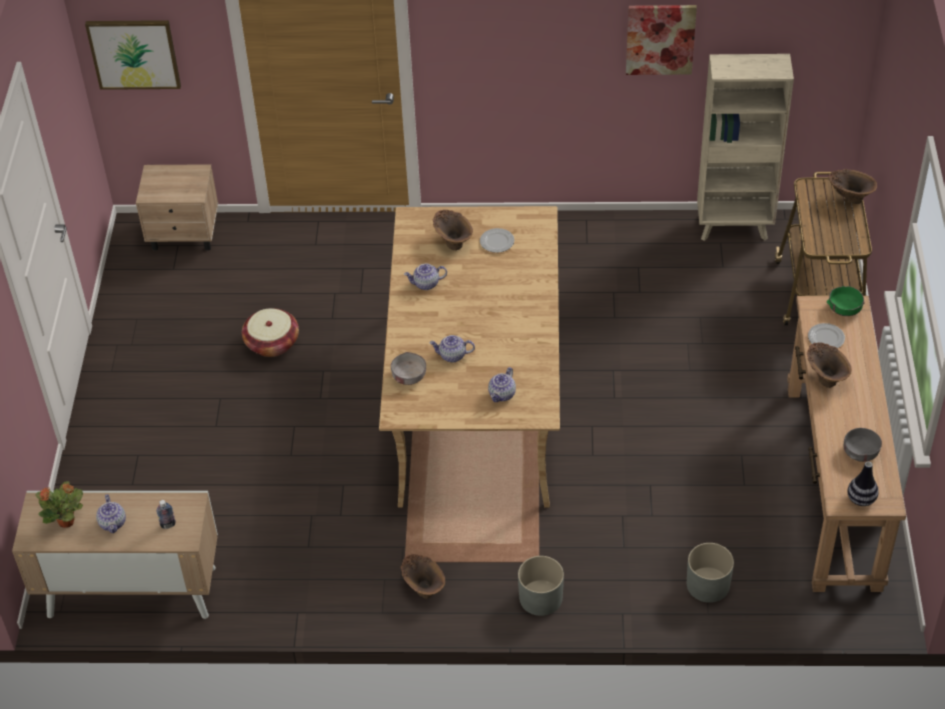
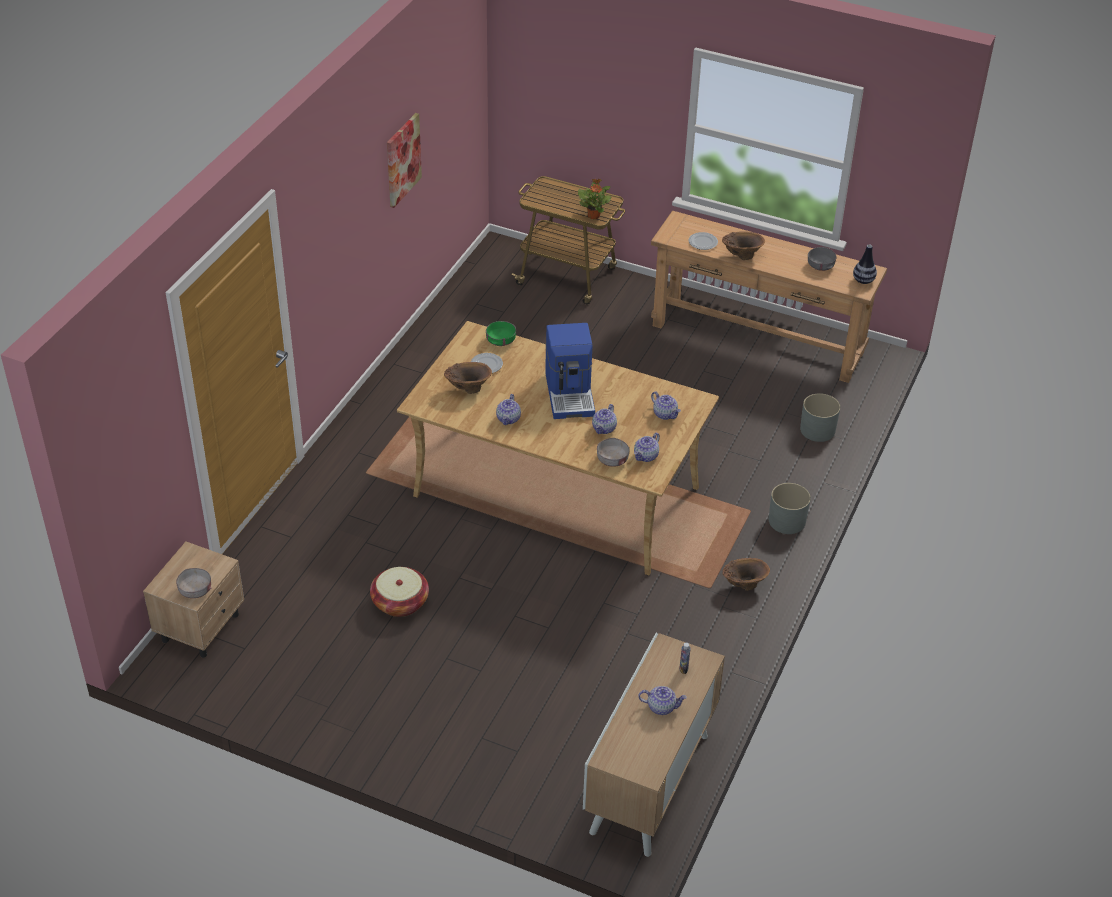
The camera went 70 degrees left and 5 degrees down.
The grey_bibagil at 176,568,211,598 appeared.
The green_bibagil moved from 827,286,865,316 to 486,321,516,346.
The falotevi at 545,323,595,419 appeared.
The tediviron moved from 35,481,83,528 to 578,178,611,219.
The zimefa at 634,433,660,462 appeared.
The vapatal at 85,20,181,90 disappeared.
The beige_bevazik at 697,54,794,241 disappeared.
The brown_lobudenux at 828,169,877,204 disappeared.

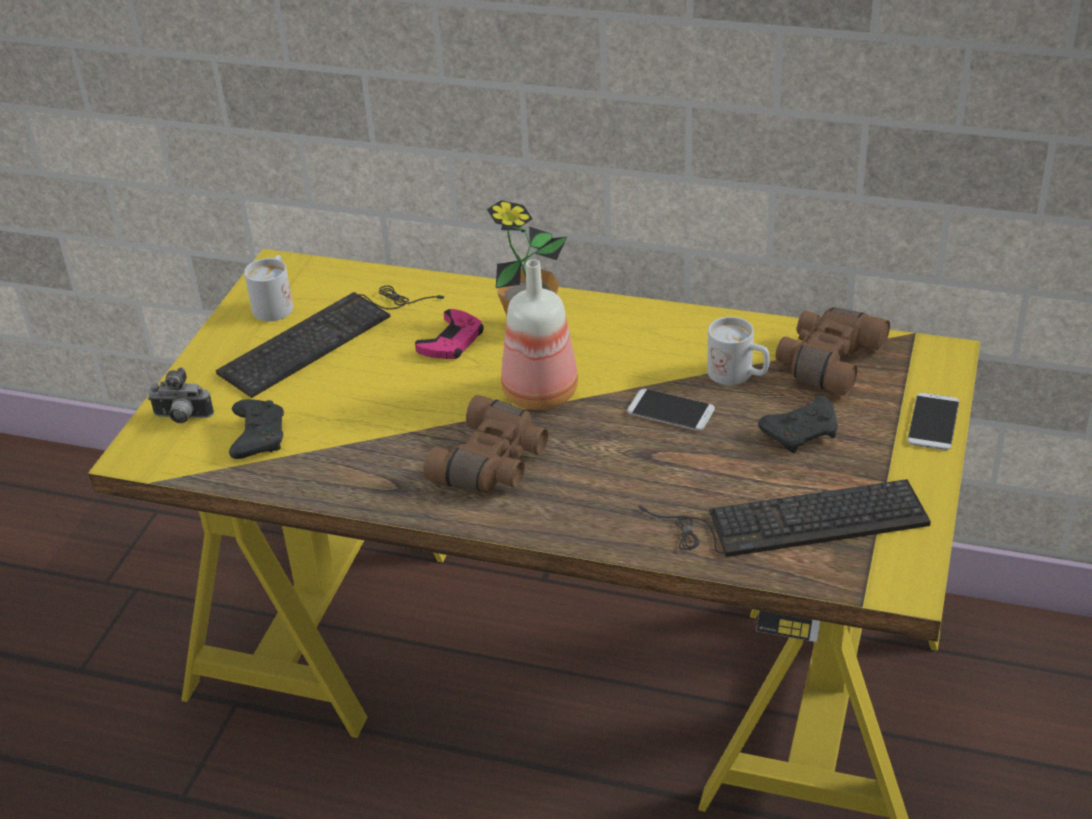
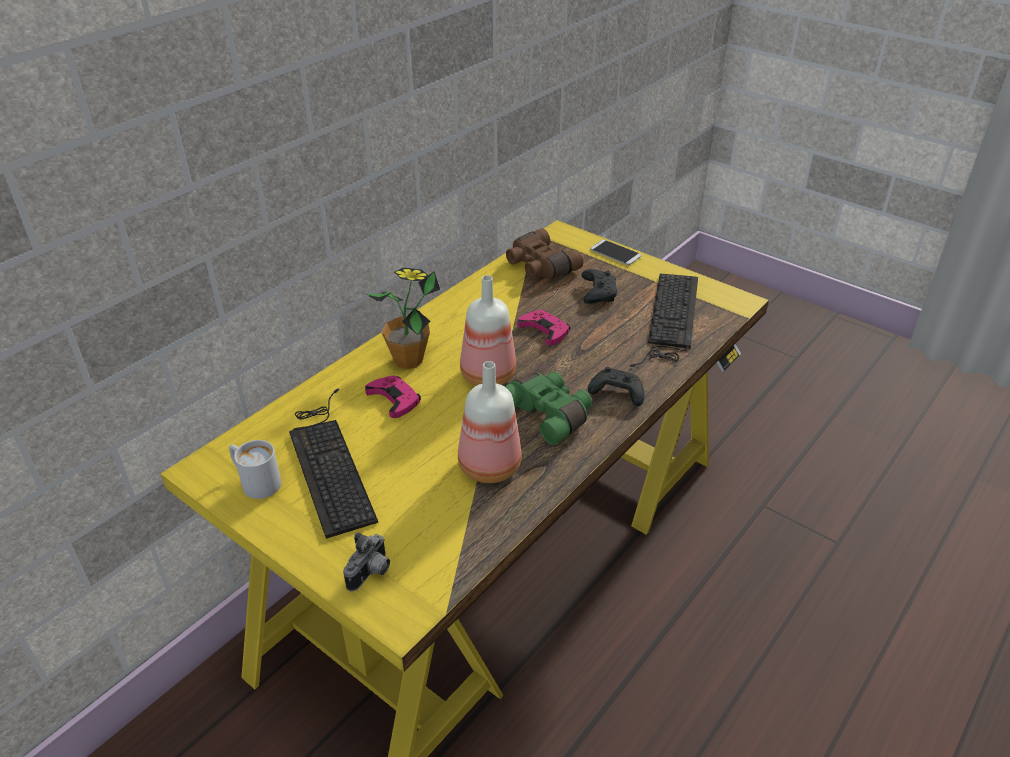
The camera went 70 degrees left and 0 degrees up.
The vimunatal at 458,361,522,483 appeared.
The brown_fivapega at 423,395,548,493 became the green_fivapega at 504,372,592,445.
The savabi at 627,389,715,431 was replaced by the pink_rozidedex at 518,310,570,345.
The black_rozidedex moved from 229,399,284,459 to 588,367,644,406.
The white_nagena at 707,317,770,385 disappeared.

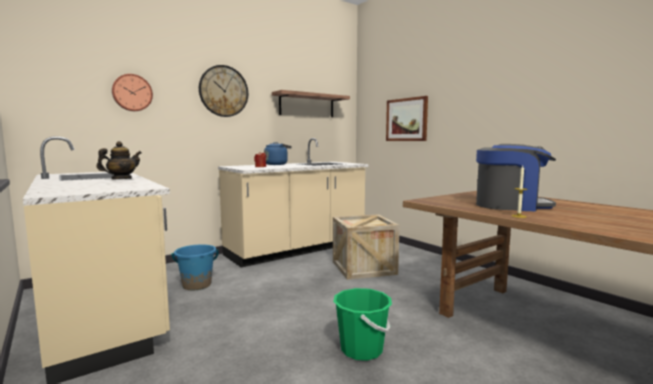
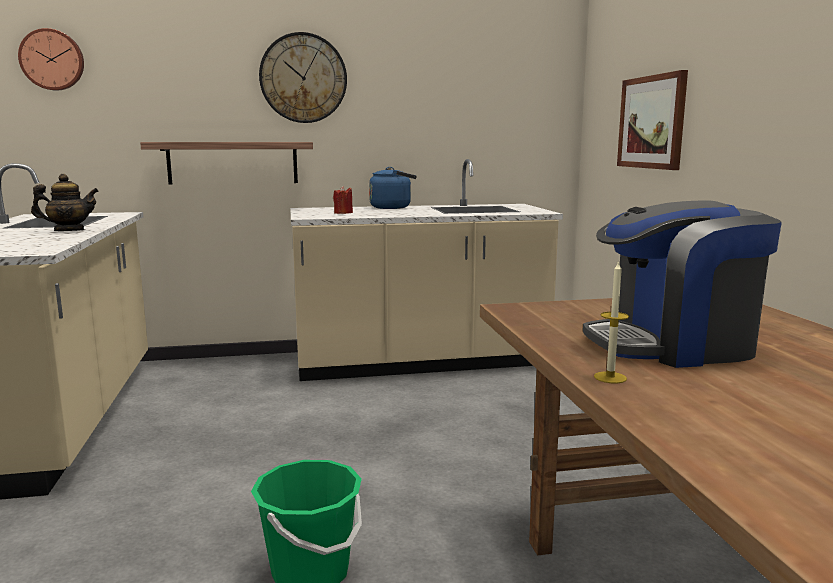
The camera went 25 degrees right and 5 degrees up.
The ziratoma moved from 112,74,153,111 to 18,28,84,91.
The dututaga moved from 272,90,350,117 to 140,142,313,185.
The falotevi at 476,144,556,211 turned 135 degrees clockwise.
The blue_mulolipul at 171,244,218,290 disappeared.
The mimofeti at 333,214,400,280 disappeared.

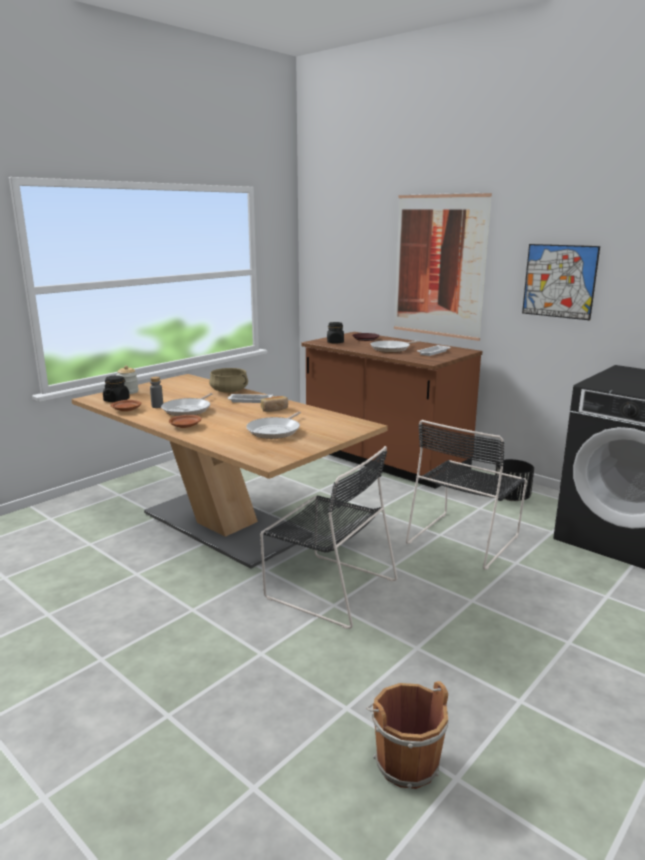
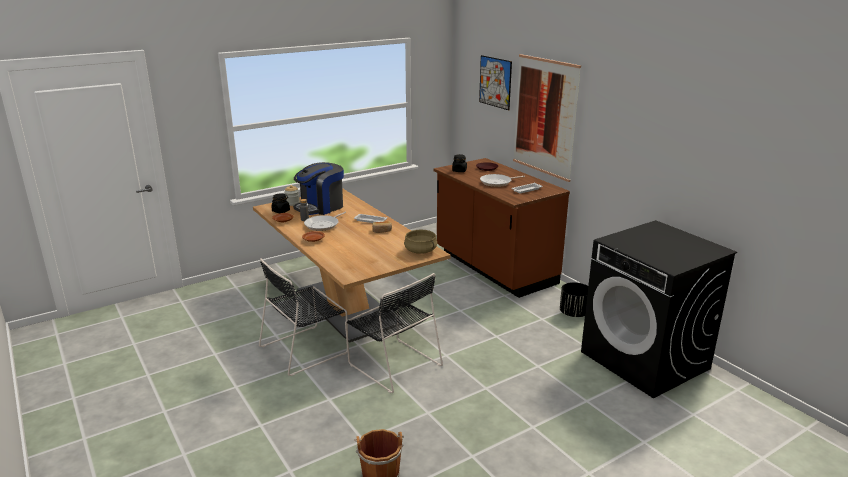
The camera went 15 degrees right and 5 degrees up.
The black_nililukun moved from 406,420,527,570 to 259,258,348,376.
The falotevi at 293,162,344,215 appeared.
The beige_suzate moved from 209,368,248,393 to 404,230,437,254.
The vapatal moved from 522,244,600,320 to 479,55,512,110.
The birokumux at 246,411,301,439 disappeared.

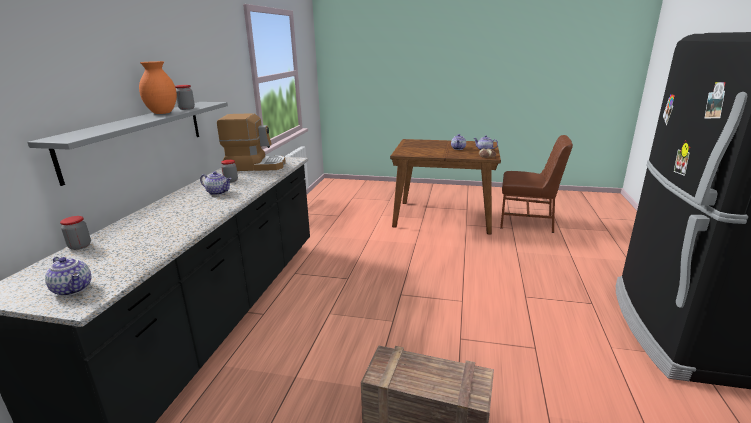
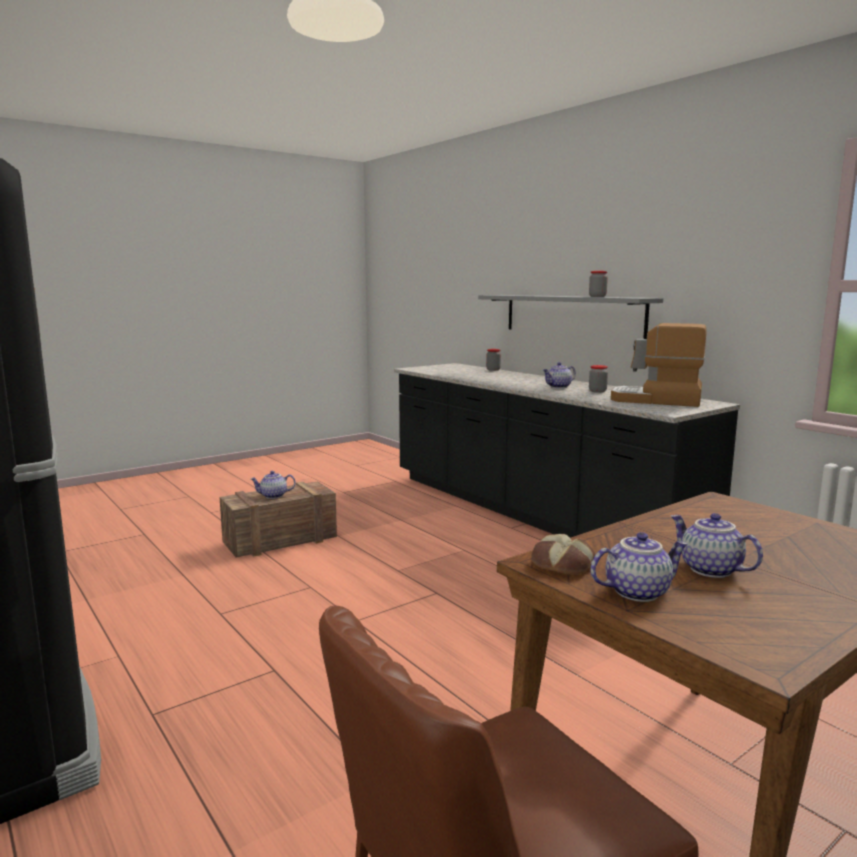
The camera went 130 degrees right and 10 degrees down.
The zimefa moved from 45,257,91,296 to 251,471,296,499.
The falotevi at 217,113,286,171 turned 75 degrees clockwise.
The orange_lobudenux at 139,61,177,114 disappeared.

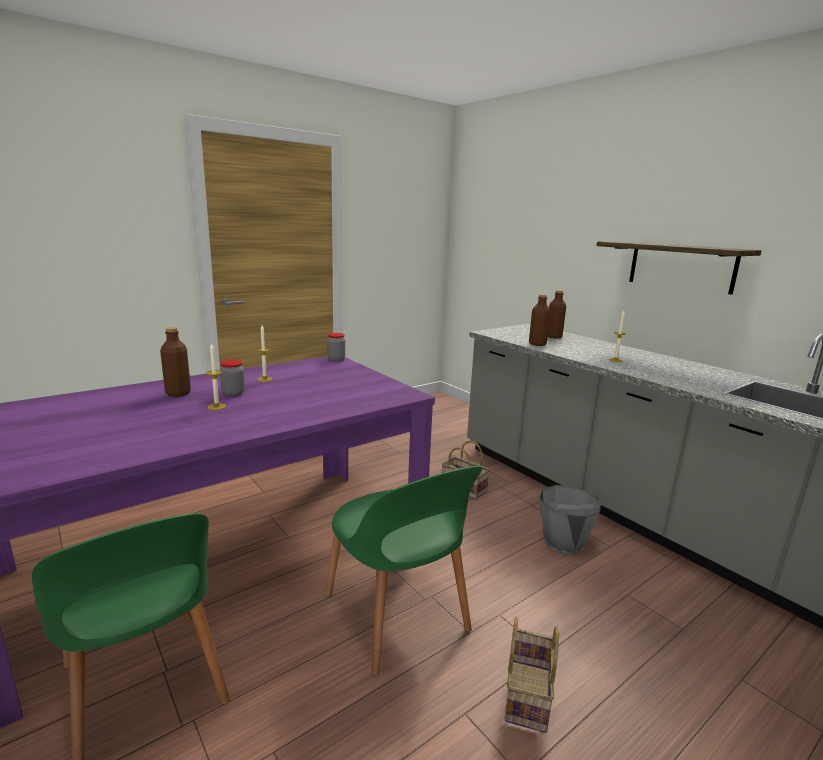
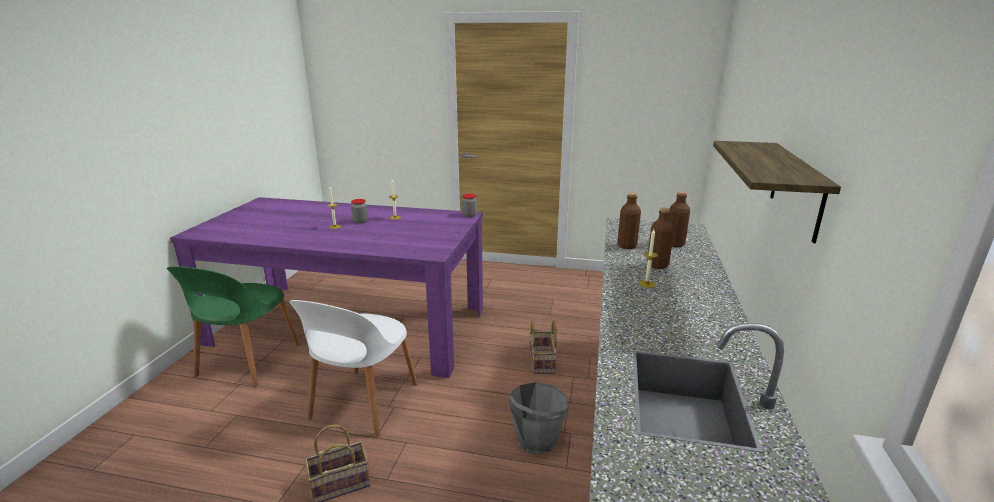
The camera went 50 degrees right and 5 degrees up.
The green_nililukun at 325,466,482,676 became the white_nililukun at 289,300,417,437.
The brown_vimunatal moved from 160,327,191,397 to 647,208,674,269.

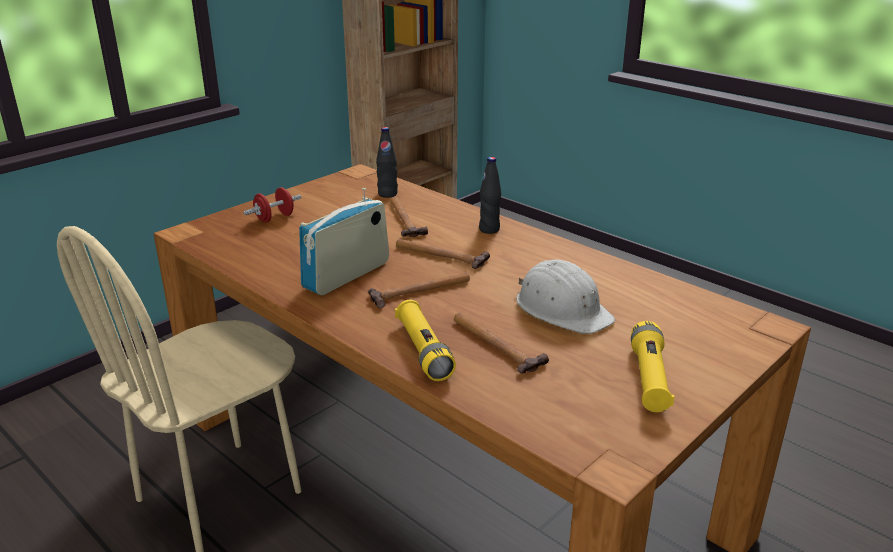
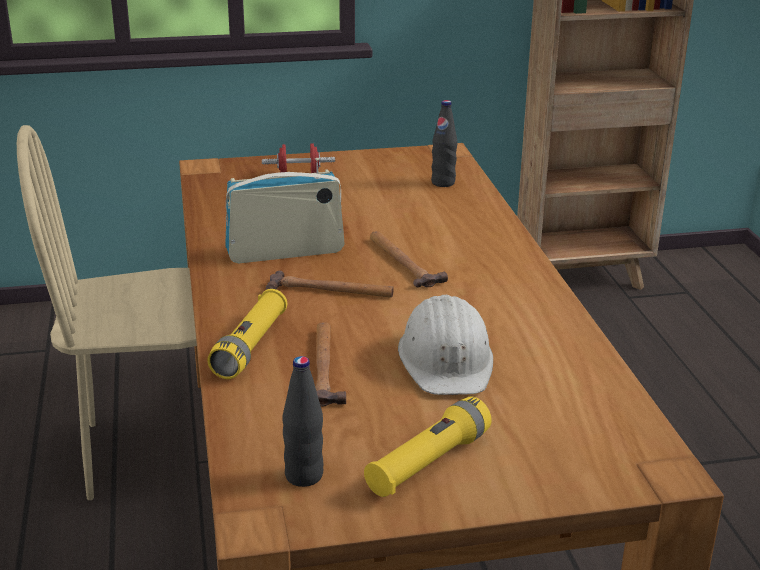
The camera went 35 degrees right and 0 degrees up.
The black_vimunatal moved from 479,157,501,234 to 282,356,323,487.
The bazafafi at 390,197,428,237 disappeared.

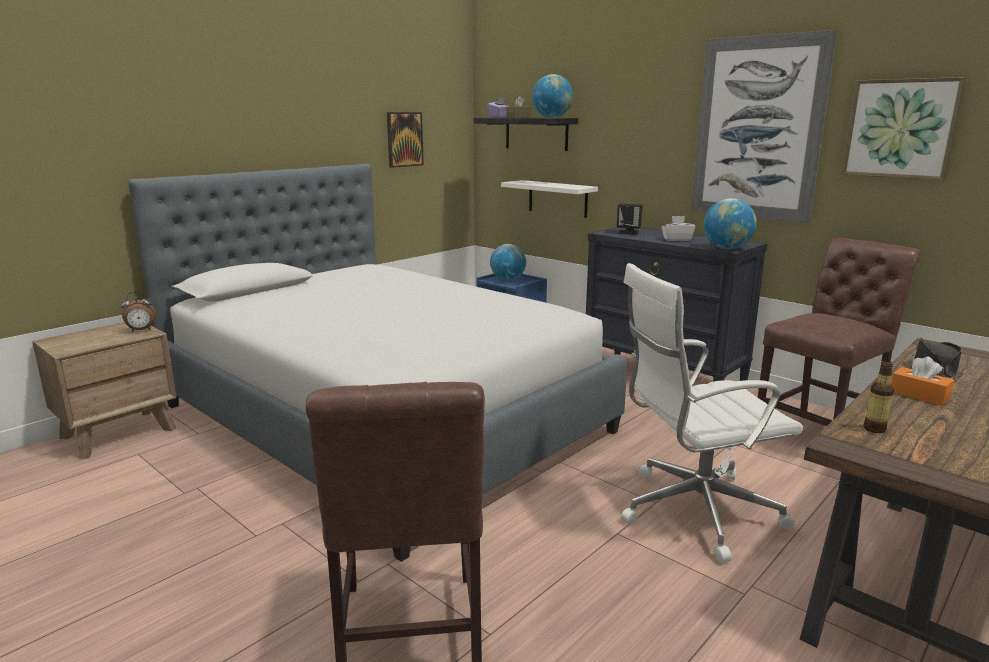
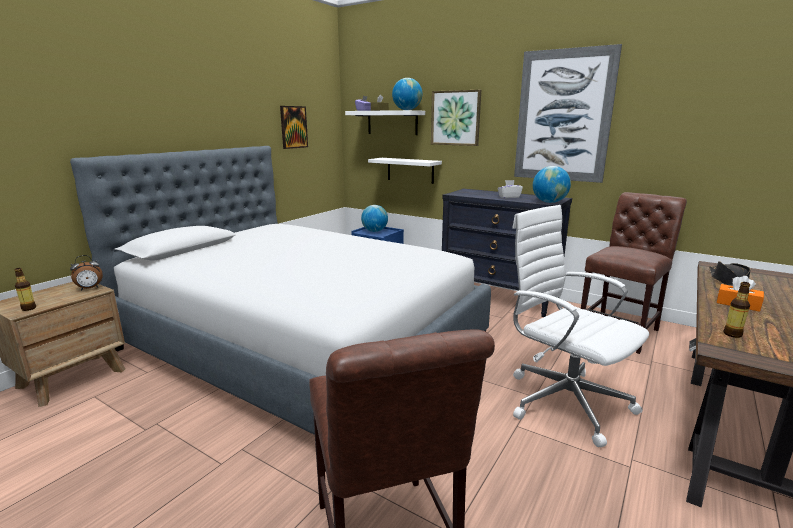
The camera went 10 degrees left and 0 degrees up.
The vimunatal at 15,268,36,311 appeared.
The black_dututaga at 474,118,578,151 became the white_dututaga at 345,110,425,135.
The vapatal moved from 842,77,966,180 to 431,90,481,146.
The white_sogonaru at 621,263,803,563 turned 75 degrees clockwise.
The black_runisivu at 617,204,643,234 disappeared.

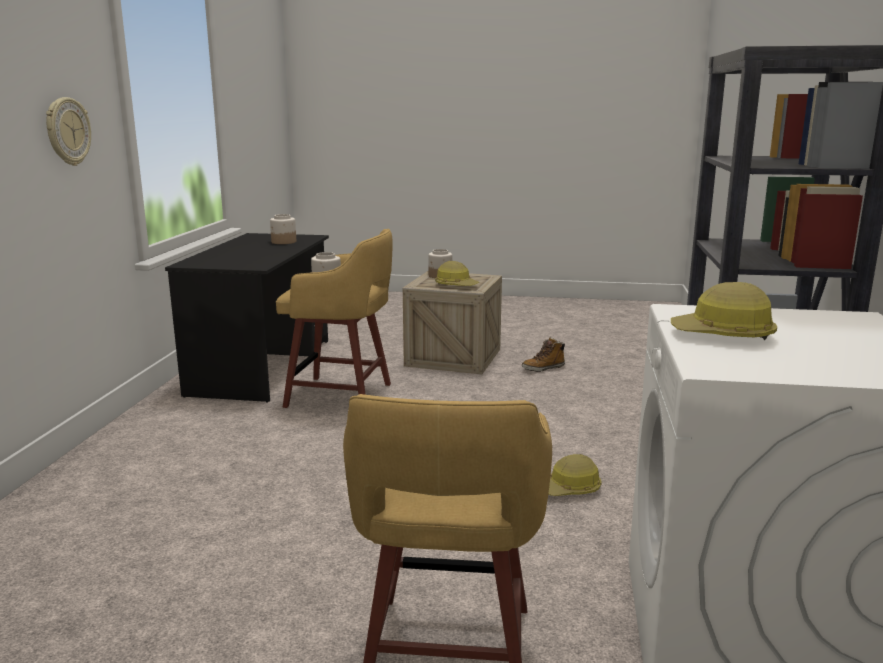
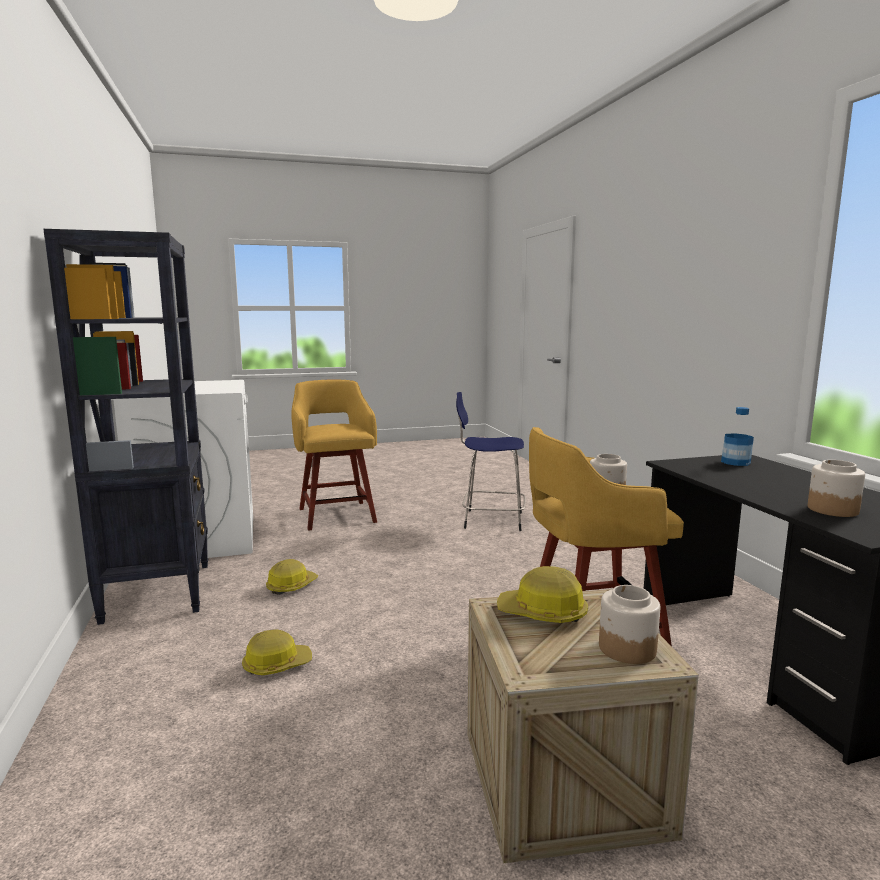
The camera went 155 degrees right and 5 degrees down.
The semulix moved from 671,282,777,340 to 242,629,312,675.
The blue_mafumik at 456,392,526,531 appeared.
The vimunatal at 721,407,754,466 appeared.
The ziratoma at 46,97,91,166 disappeared.
The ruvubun at 522,337,565,372 disappeared.

